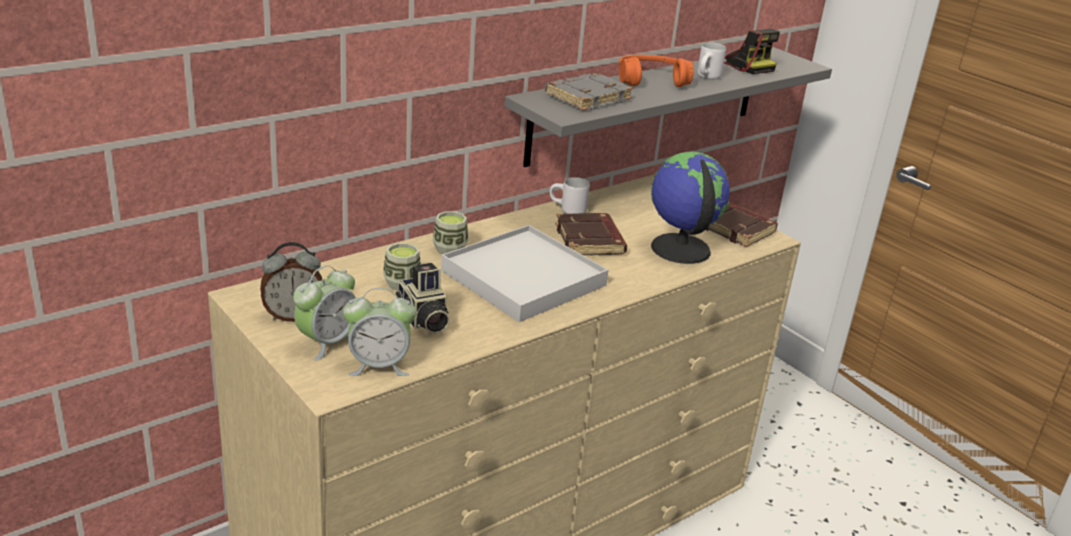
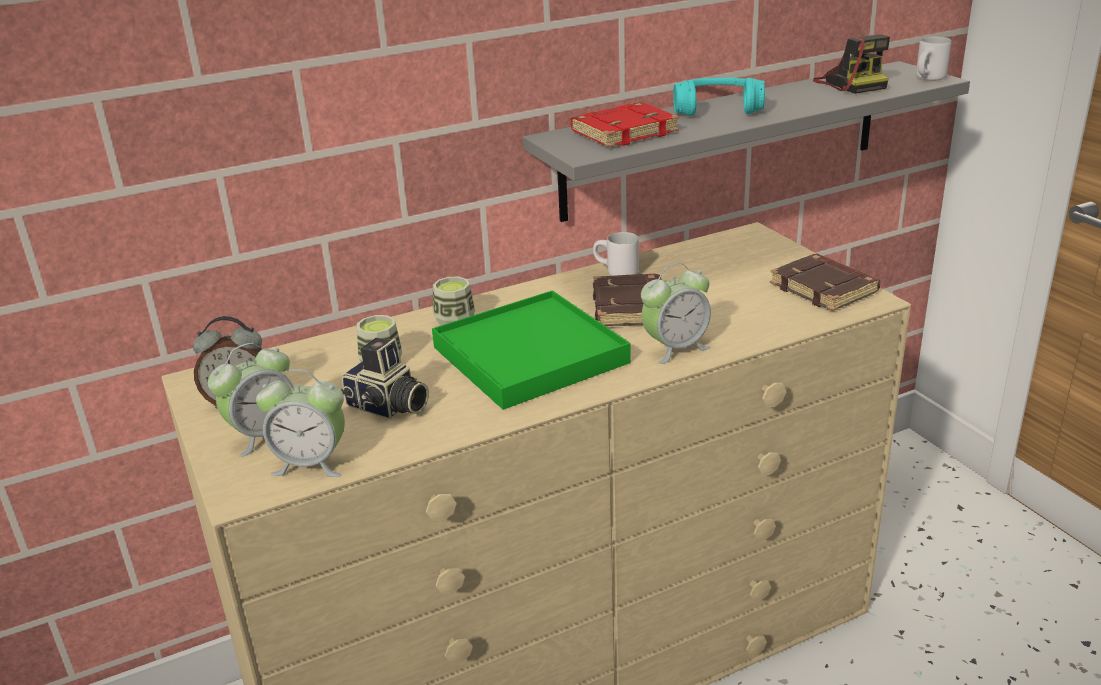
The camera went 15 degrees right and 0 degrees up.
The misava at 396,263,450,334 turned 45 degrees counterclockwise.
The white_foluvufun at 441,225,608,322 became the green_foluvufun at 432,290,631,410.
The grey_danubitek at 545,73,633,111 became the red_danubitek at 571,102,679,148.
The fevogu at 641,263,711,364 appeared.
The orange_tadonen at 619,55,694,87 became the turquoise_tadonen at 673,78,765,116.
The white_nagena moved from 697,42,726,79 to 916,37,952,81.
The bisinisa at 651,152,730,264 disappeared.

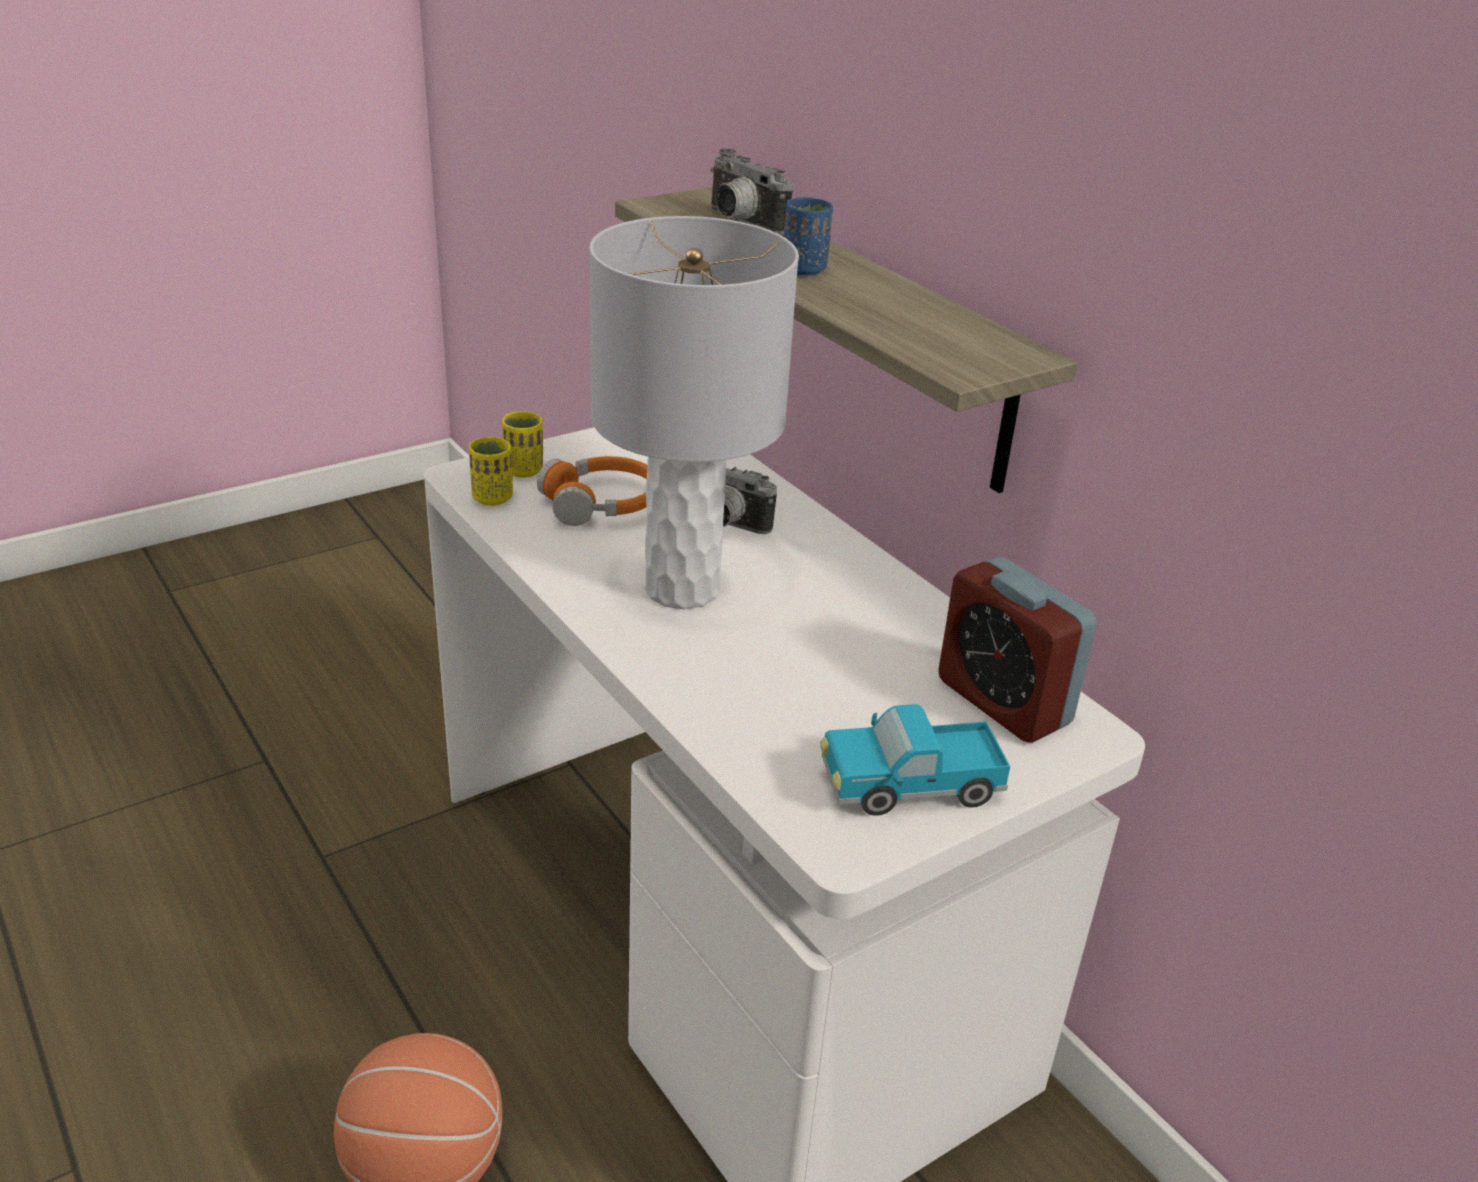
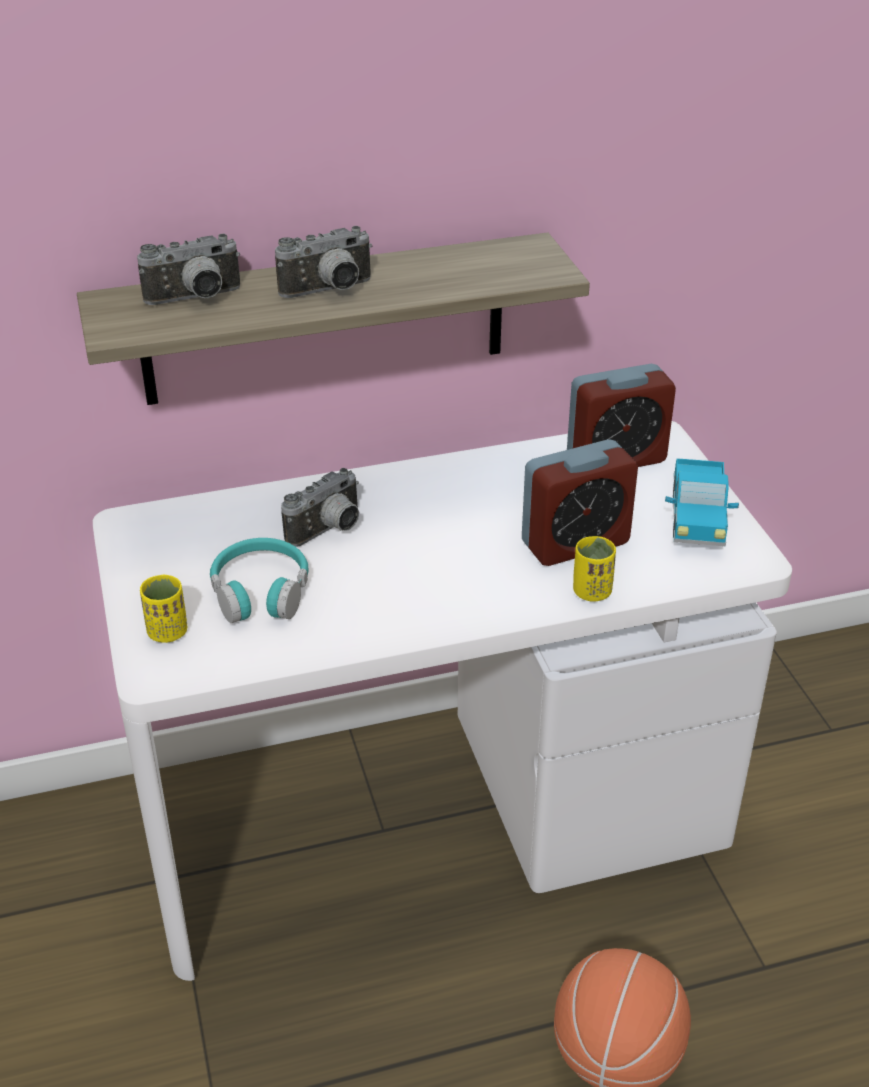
The camera went 70 degrees left and 5 degrees up.
The orange_tadonen at 537,456,648,526 became the turquoise_tadonen at 210,538,309,623.
The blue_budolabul at 784,197,833,275 was replaced by the misava at 275,226,372,298.
The fevogu at 522,439,638,566 appeared.
The yellow_budolabul moved from 469,437,513,506 to 573,536,616,602.
The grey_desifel at 589,216,799,609 disappeared.

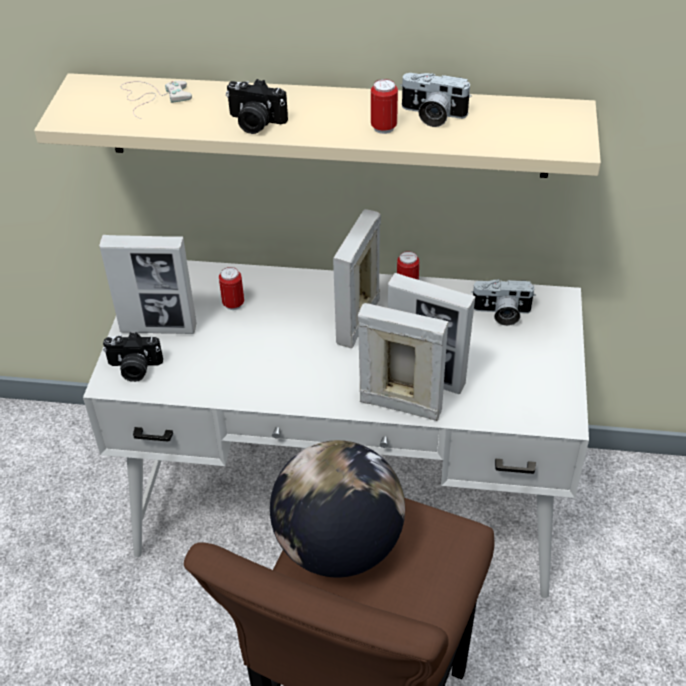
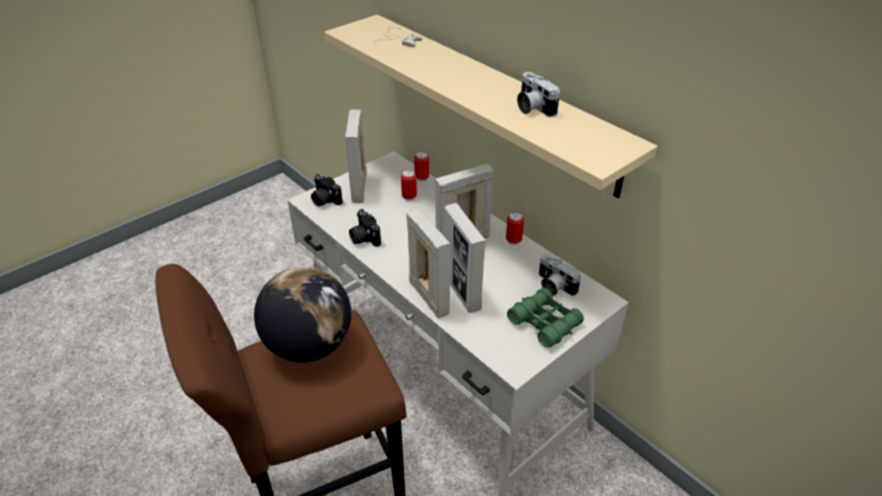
The camera went 40 degrees right and 5 degrees down.
The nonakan at 99,235,197,334 turned 45 degrees clockwise.
The misava moved from 226,79,288,134 to 349,209,381,247.
The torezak moved from 371,79,398,134 to 414,151,429,181.
The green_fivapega at 507,288,584,348 appeared.

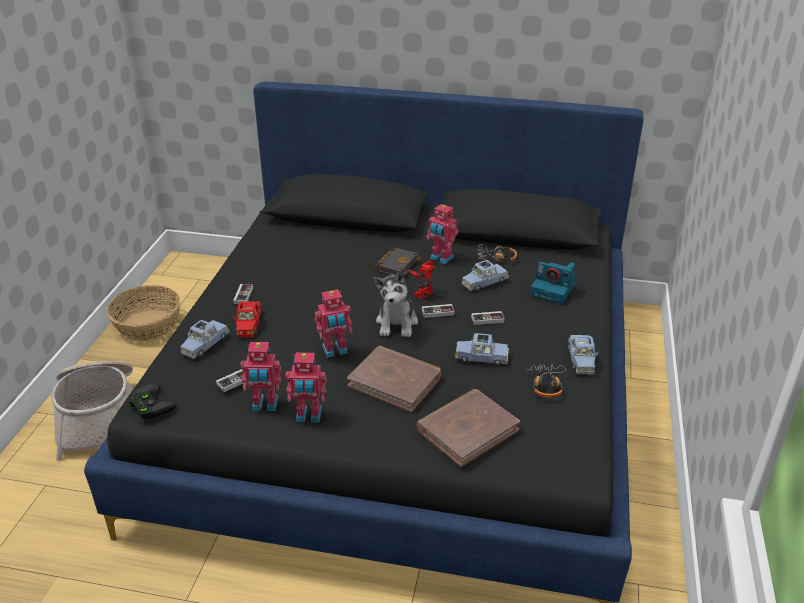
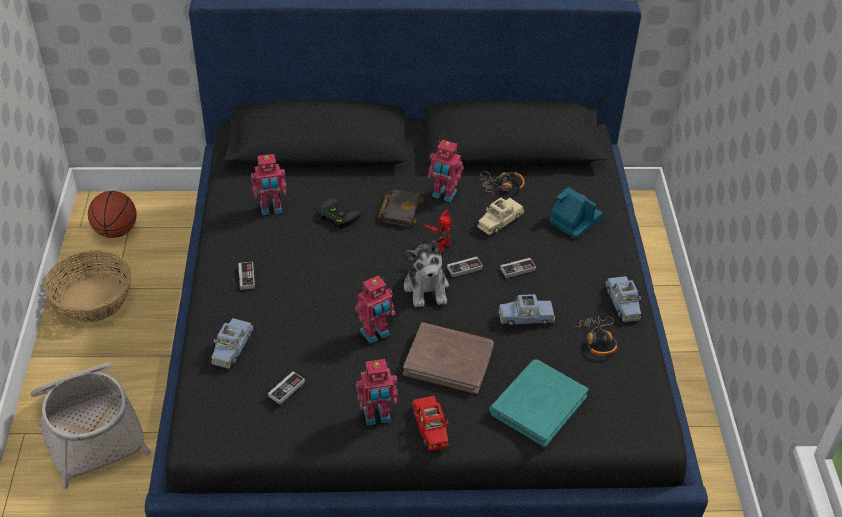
The camera went 15 degrees left and 10 degrees up.
The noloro at 88,191,137,238 appeared.
The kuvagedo moved from 241,342,281,411 to 251,154,286,216.
The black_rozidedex moved from 128,384,177,420 to 318,198,362,230.
The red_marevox moved from 233,301,261,337 to 412,396,449,452.
The blue_marevox at 462,260,509,291 became the beige_marevox at 477,198,524,235.
The brown_danubitek at 416,389,520,467 became the turquoise_danubitek at 489,359,589,447.
The misava at 530,261,575,304 turned 150 degrees counterclockwise.

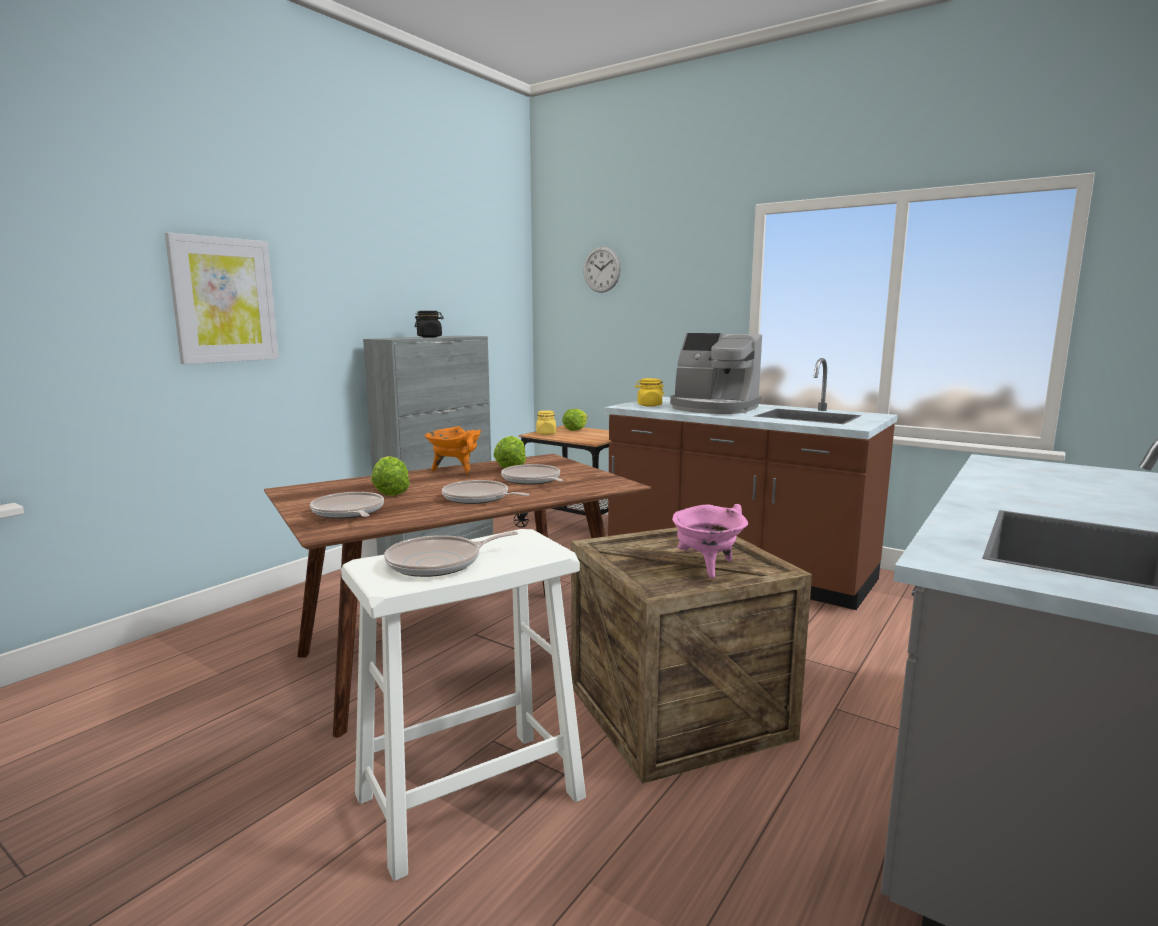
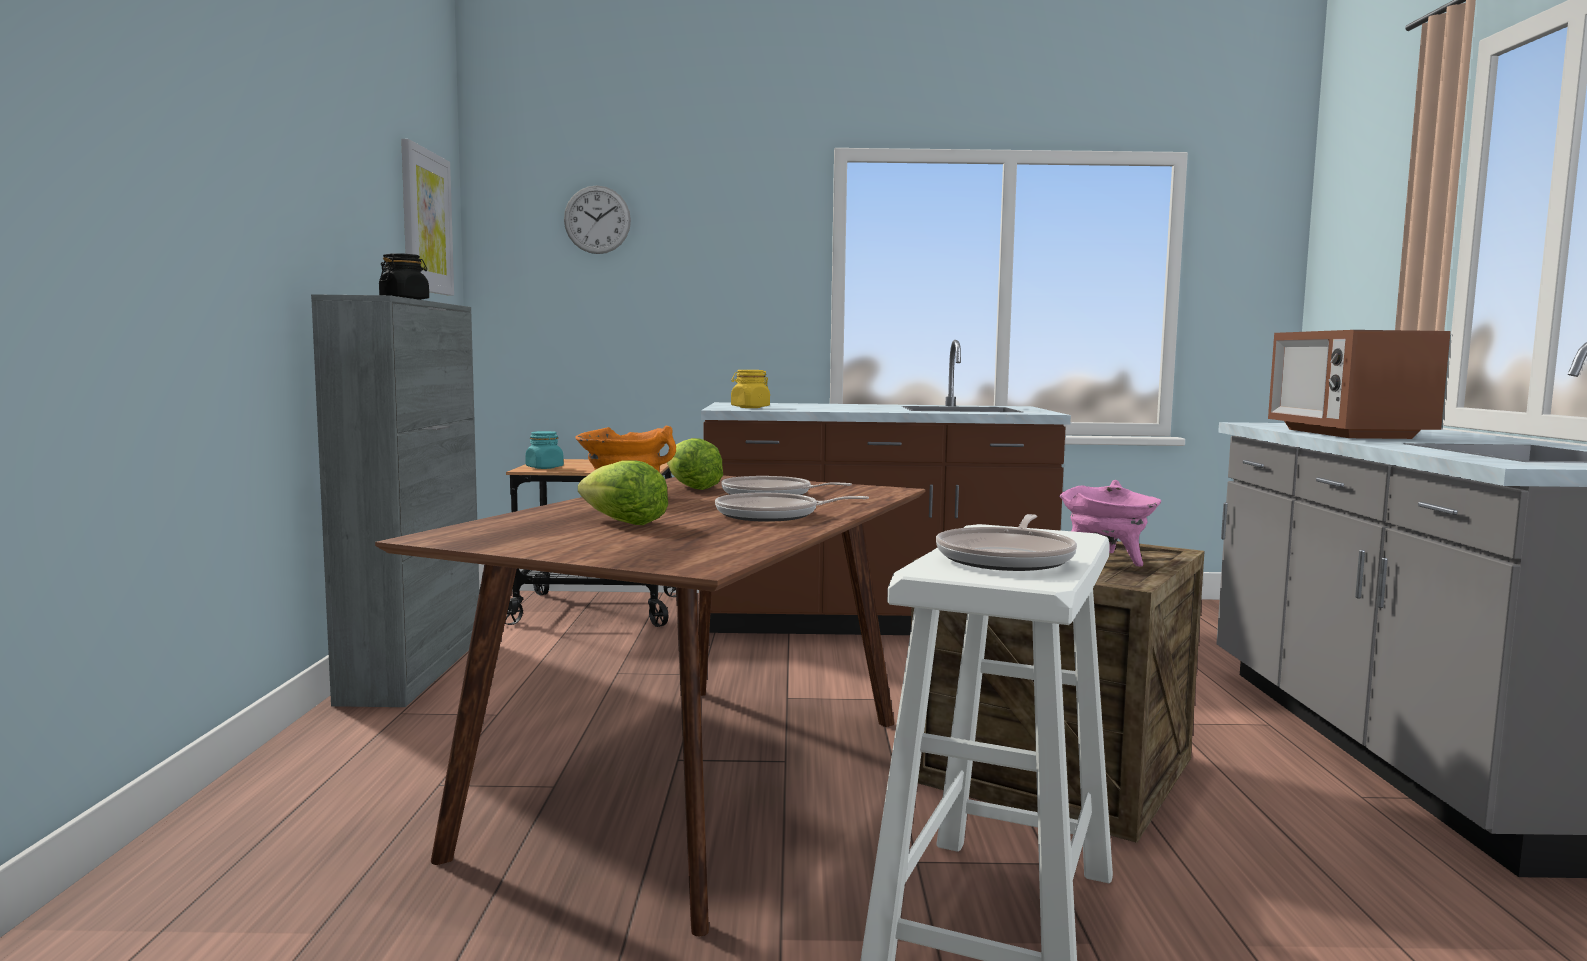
The camera went 35 degrees left and 5 degrees down.
The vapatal moved from 165,232,279,364 to 401,139,454,296.
The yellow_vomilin at 536,410,556,435 became the turquoise_vomilin at 525,431,564,469.
The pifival at 1268,330,1451,439 appeared.
The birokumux at 310,492,384,519 disappeared.
The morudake at 562,409,588,431 disappeared.
The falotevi at 670,333,762,414 disappeared.

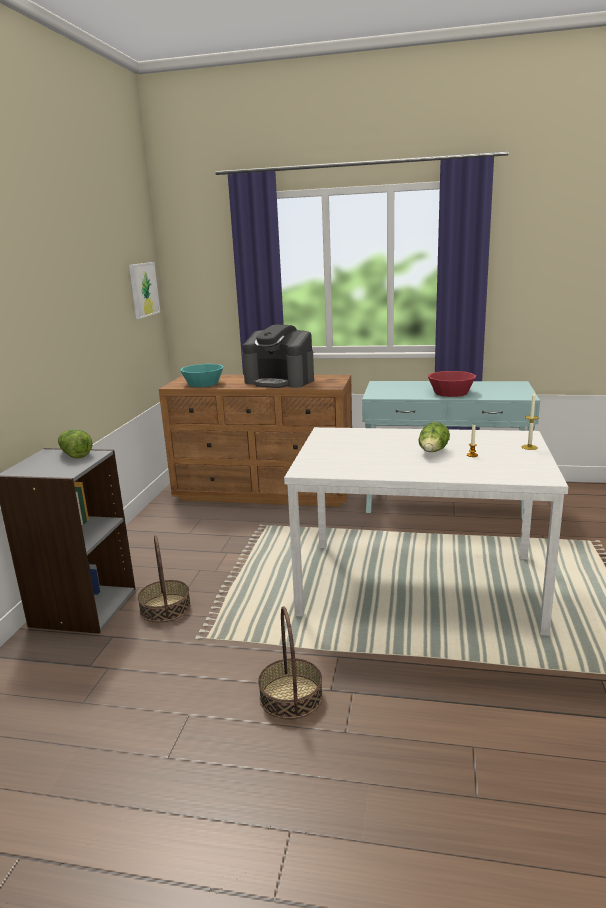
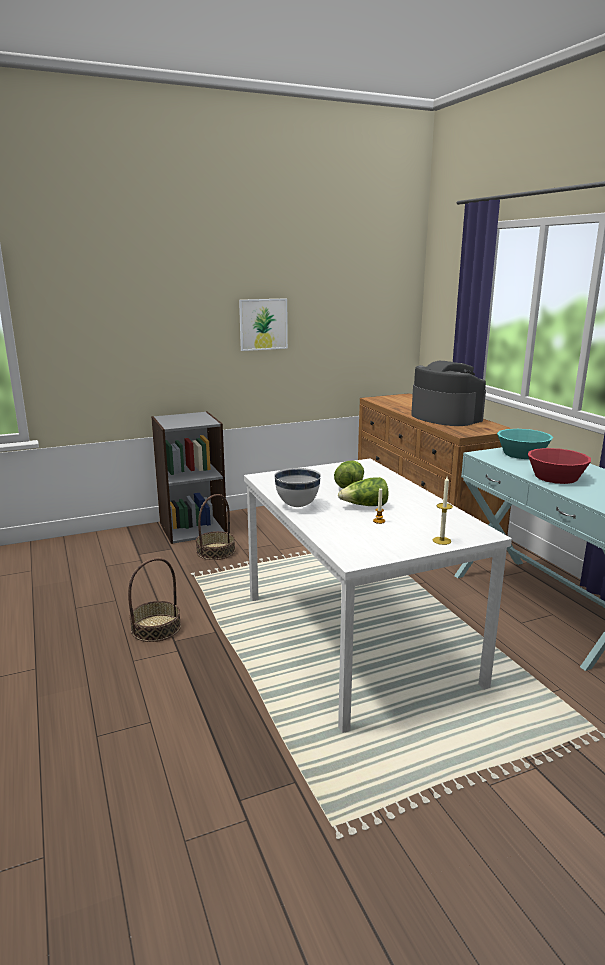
The camera went 55 degrees right and 0 degrees up.
The vapatal moved from 129,262,160,319 to 239,298,288,351.
The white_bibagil at 274,468,321,507 appeared.
The morudake moved from 58,430,93,458 to 334,460,364,489.
The falotevi at 242,325,314,388 turned 150 degrees clockwise.
The turquoise_bibagil moved from 180,364,224,387 to 497,429,553,459.

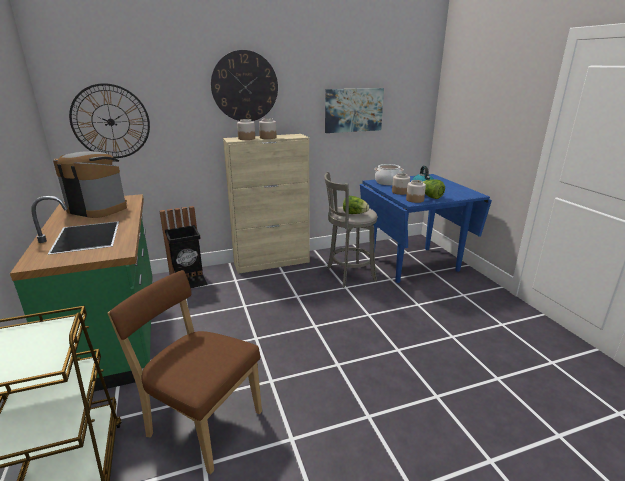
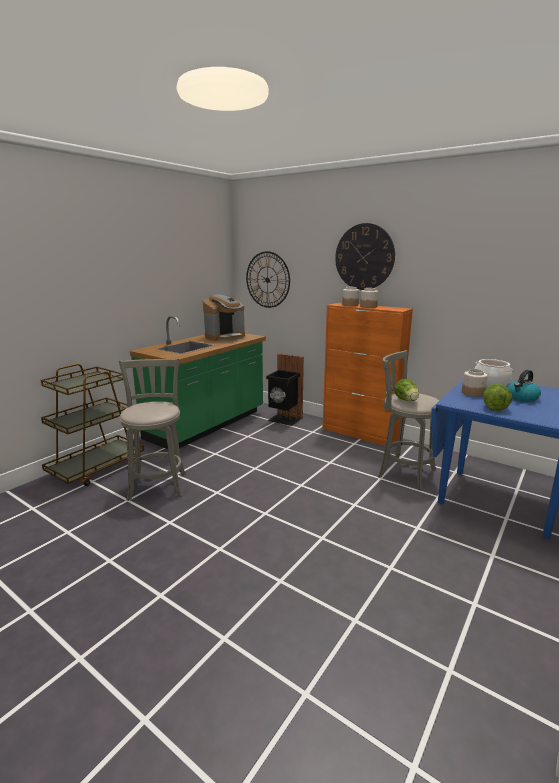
The camera went 55 degrees right and 5 degrees down.
The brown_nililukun at 107,270,262,475 was replaced by the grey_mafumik at 119,359,186,501.
The falotevi at 53,151,127,218 turned 60 degrees clockwise.
The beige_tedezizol at 223,134,310,274 became the orange_tedezizol at 323,303,413,446.
The vapatal at 325,88,384,133 disappeared.
The vomilin at 406,180,426,203 disappeared.

